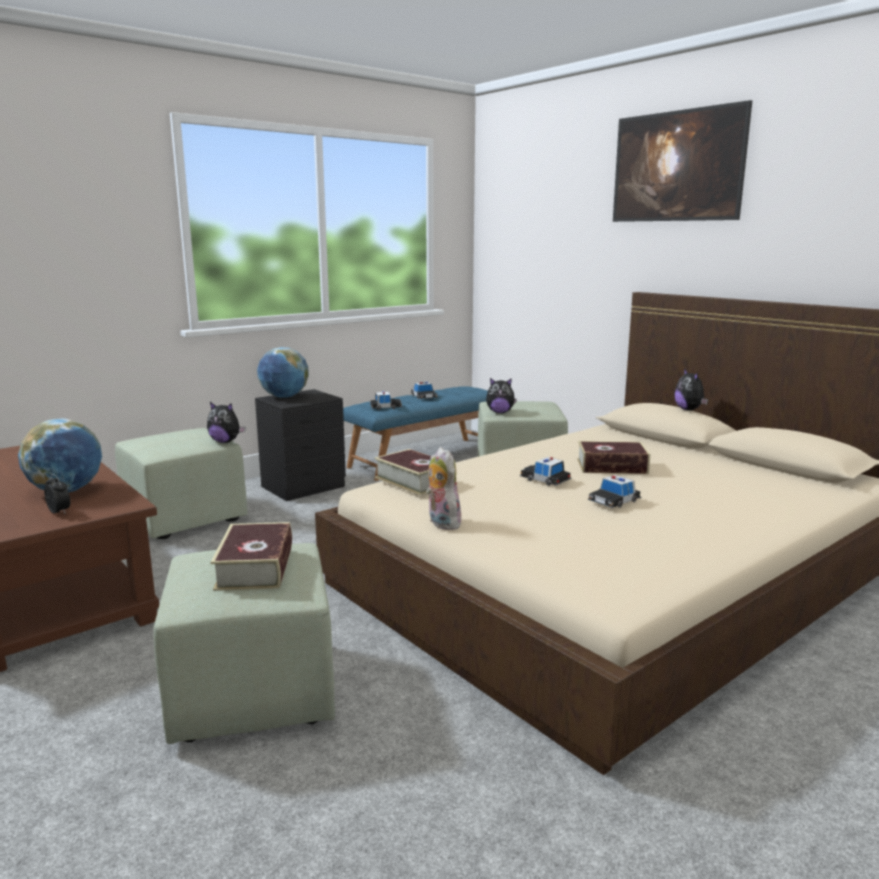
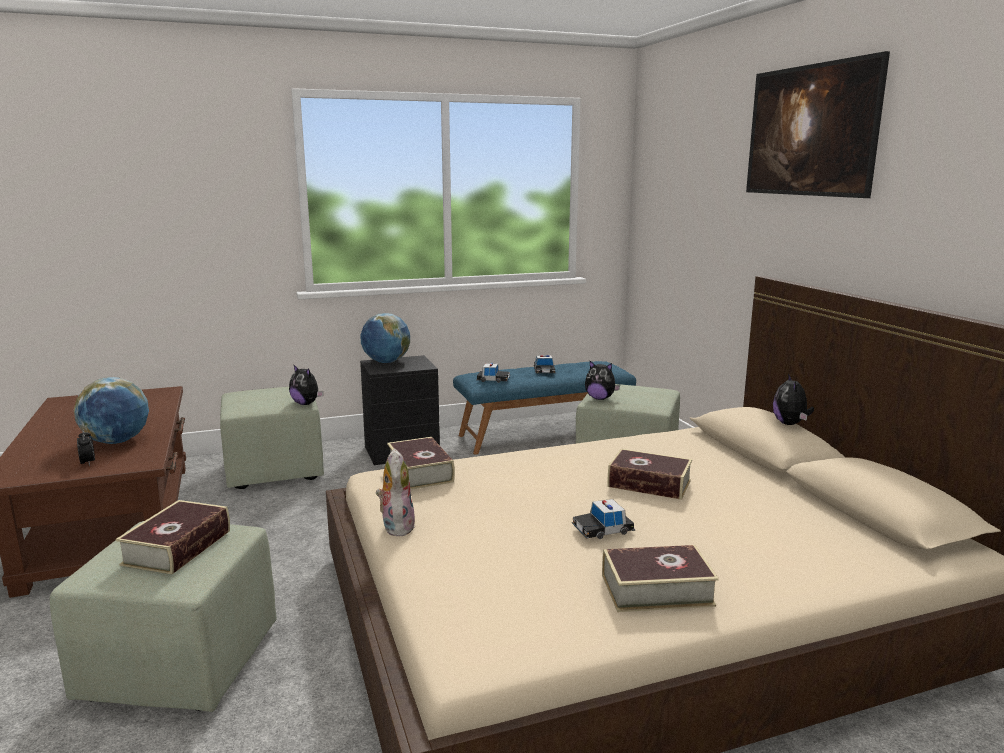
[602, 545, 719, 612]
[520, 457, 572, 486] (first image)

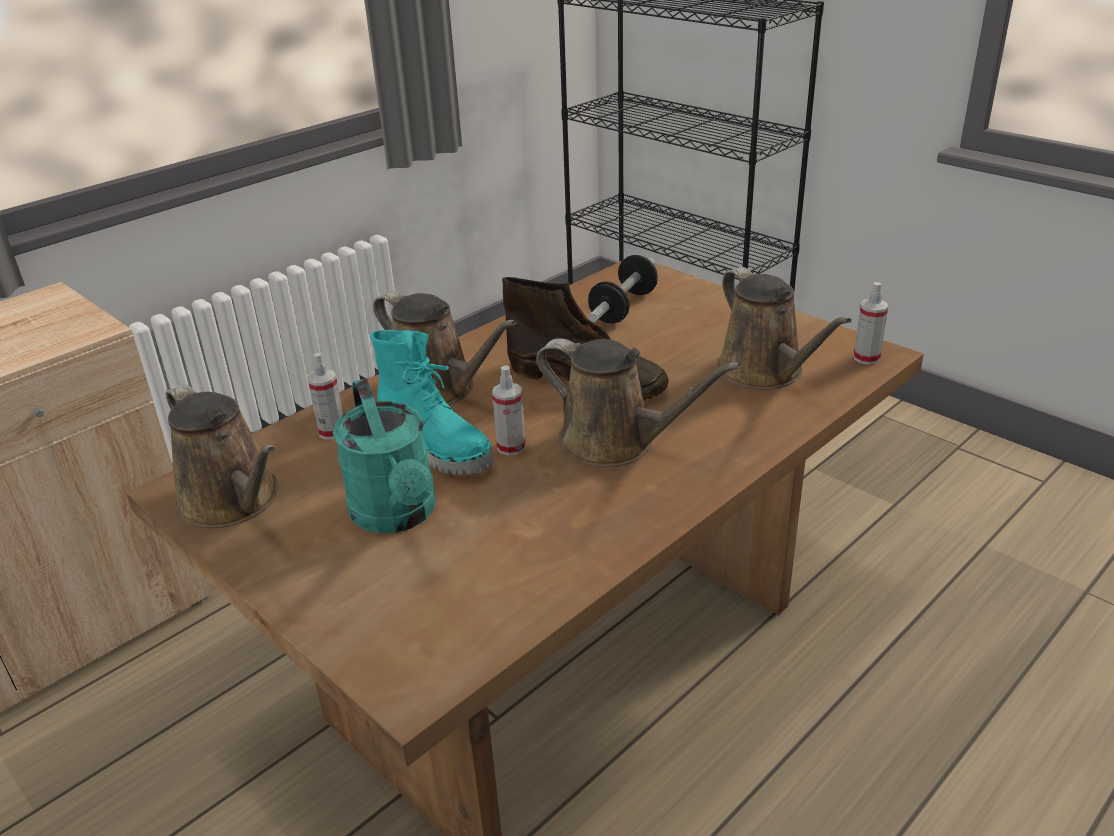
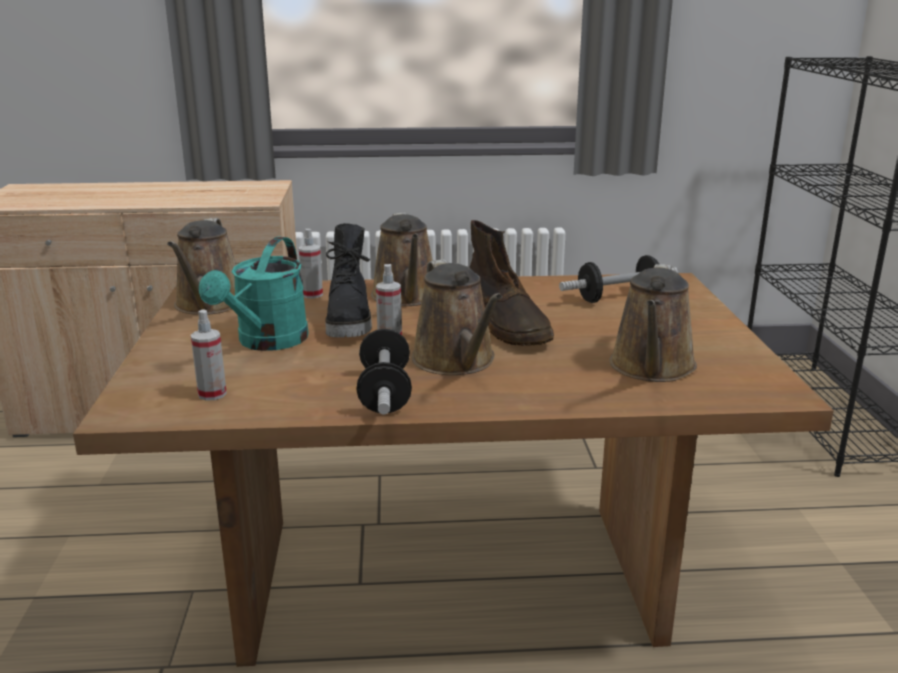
[191, 310, 227, 401]
[325, 223, 372, 337]
[356, 329, 412, 414]

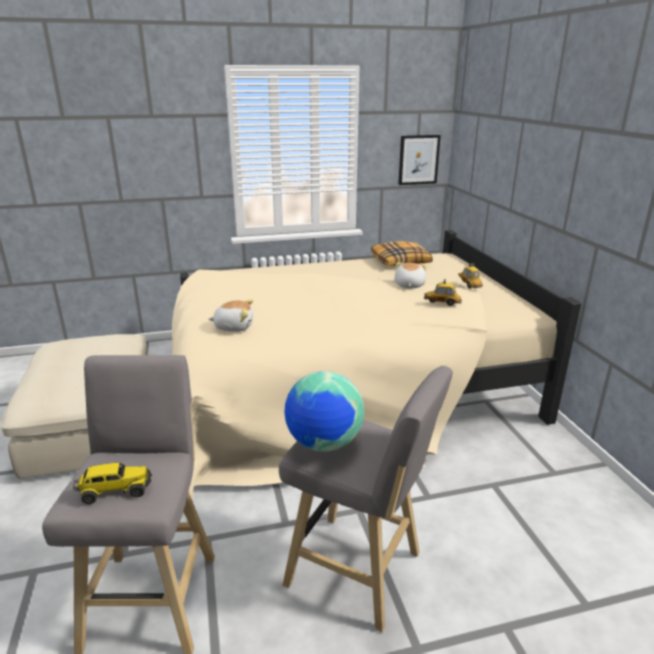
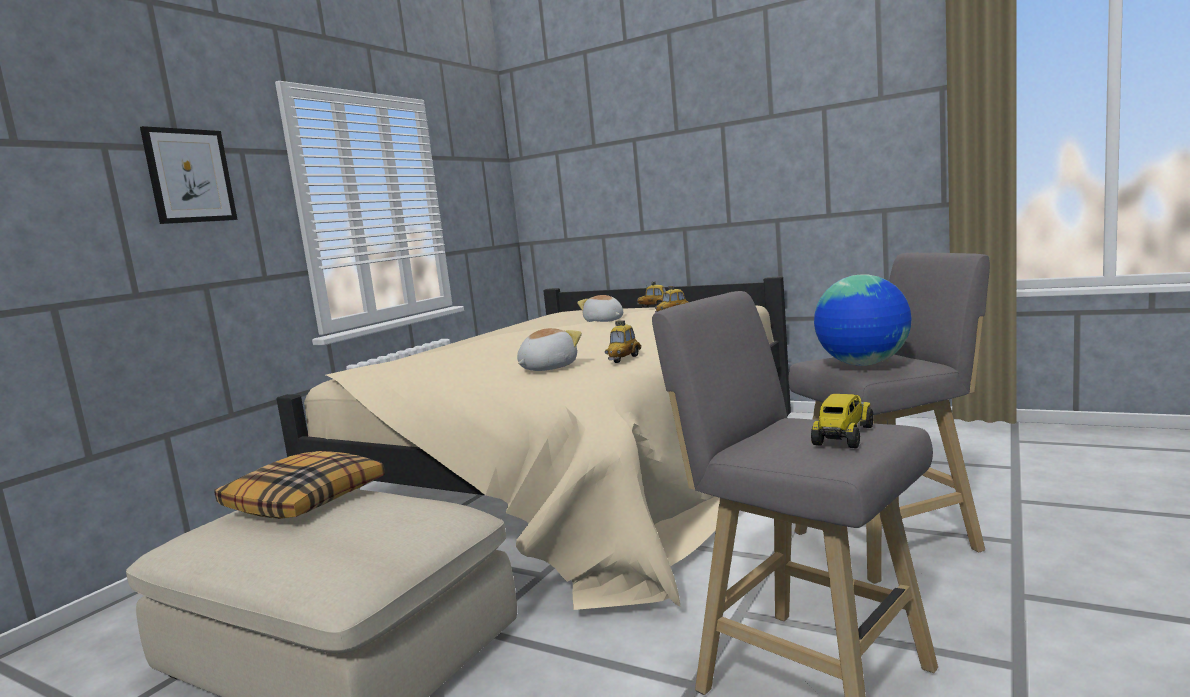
[140, 126, 238, 224]
[214, 451, 385, 519]
[605, 320, 641, 363]

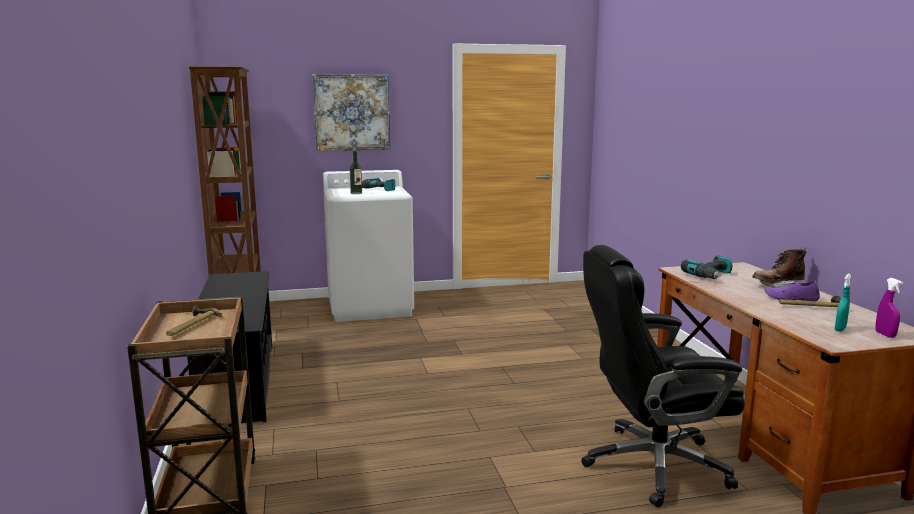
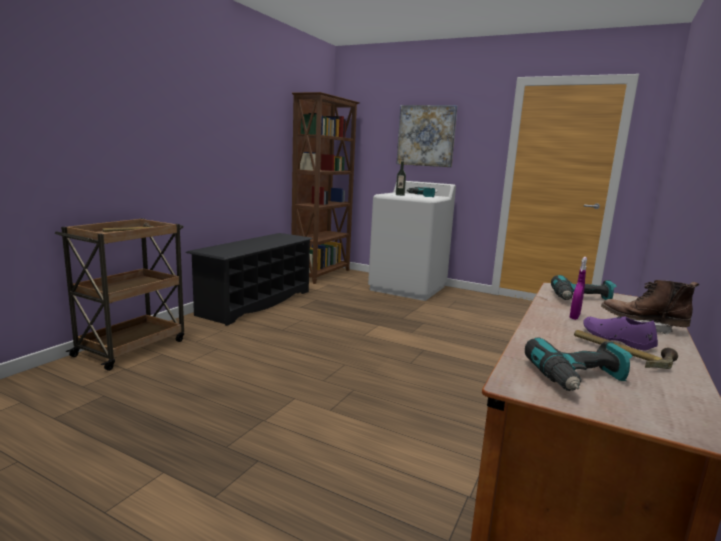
[525, 338, 633, 391]
[570, 257, 587, 320]
[581, 245, 745, 507] (first image)

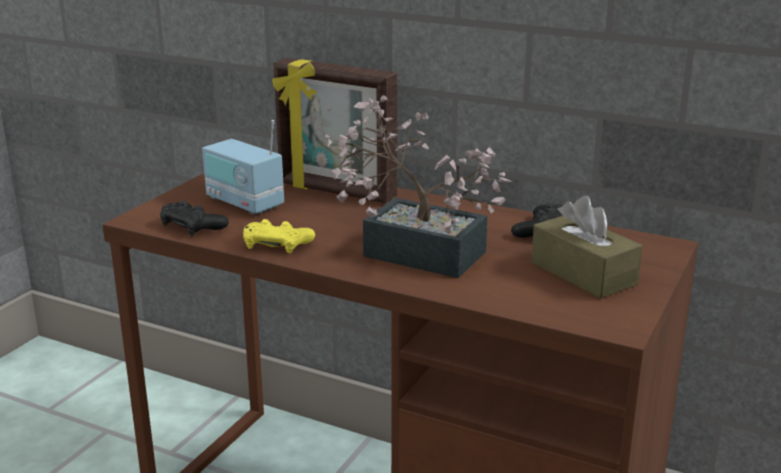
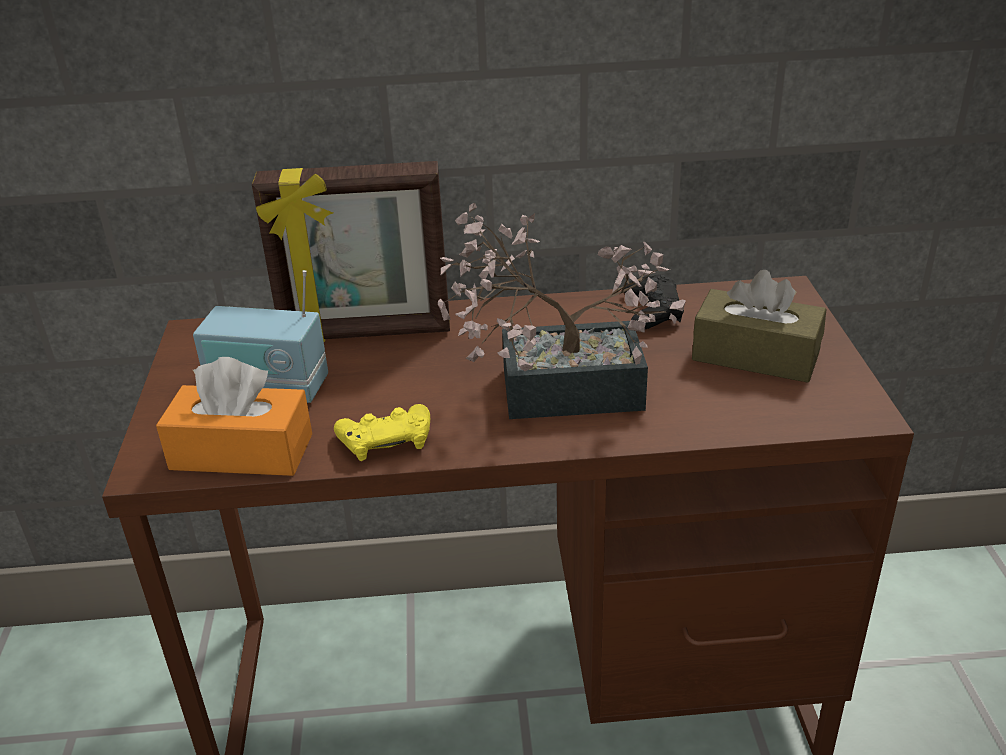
[156, 357, 312, 476]

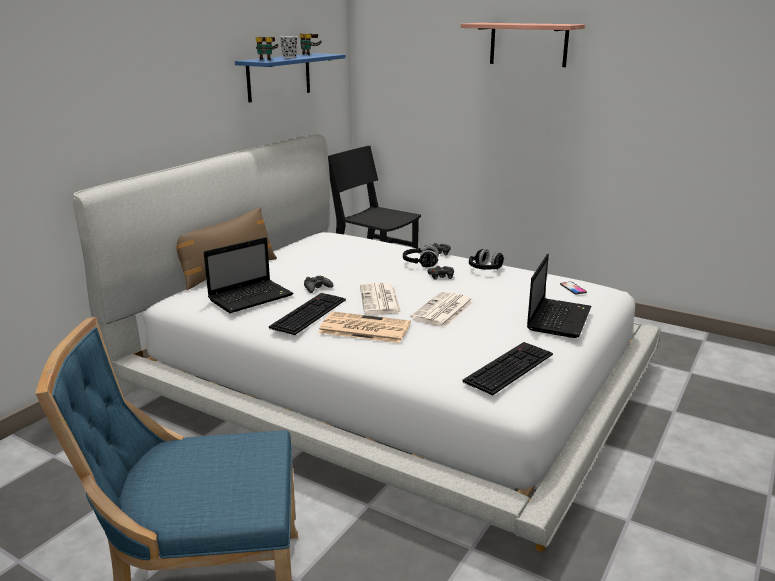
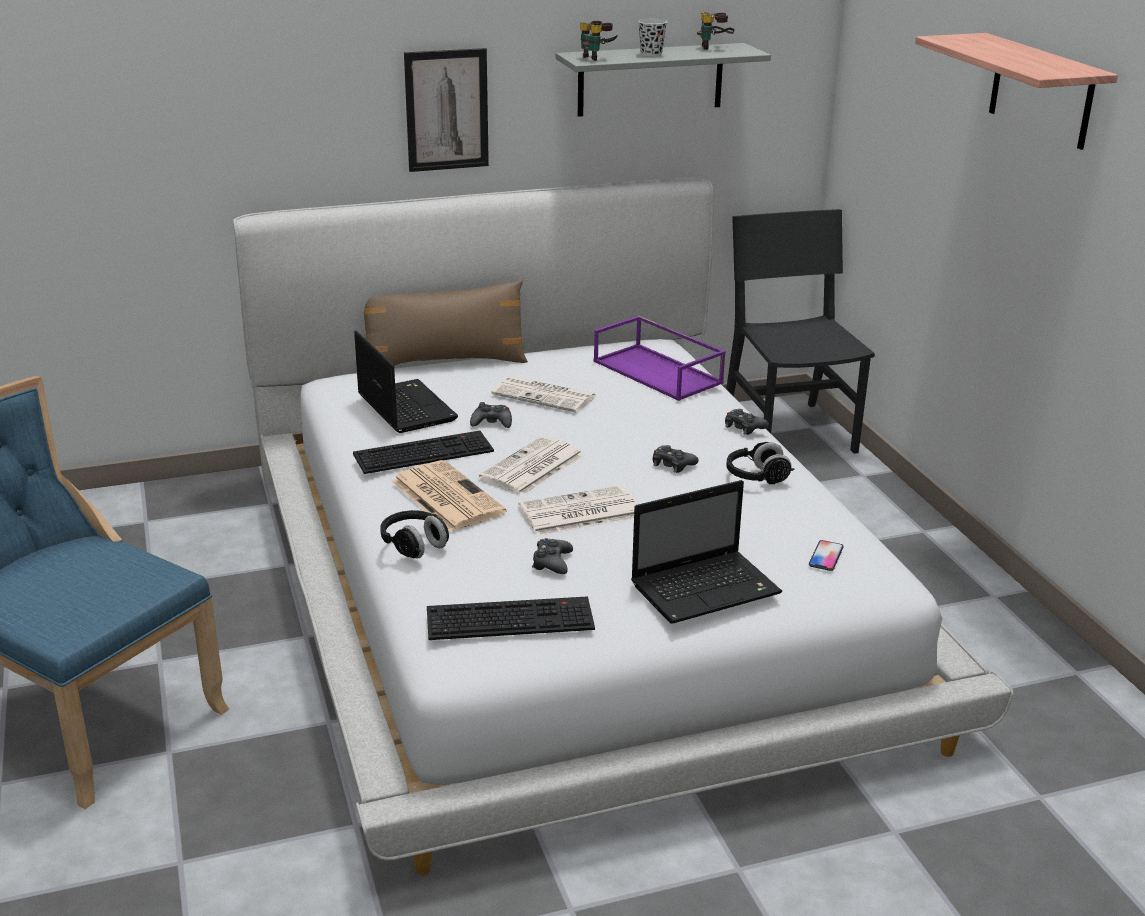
[354, 331, 458, 433]
[380, 510, 449, 559]
[404, 48, 489, 172]
[491, 376, 596, 413]
[532, 538, 573, 574]
[556, 43, 771, 117]
[593, 316, 726, 401]

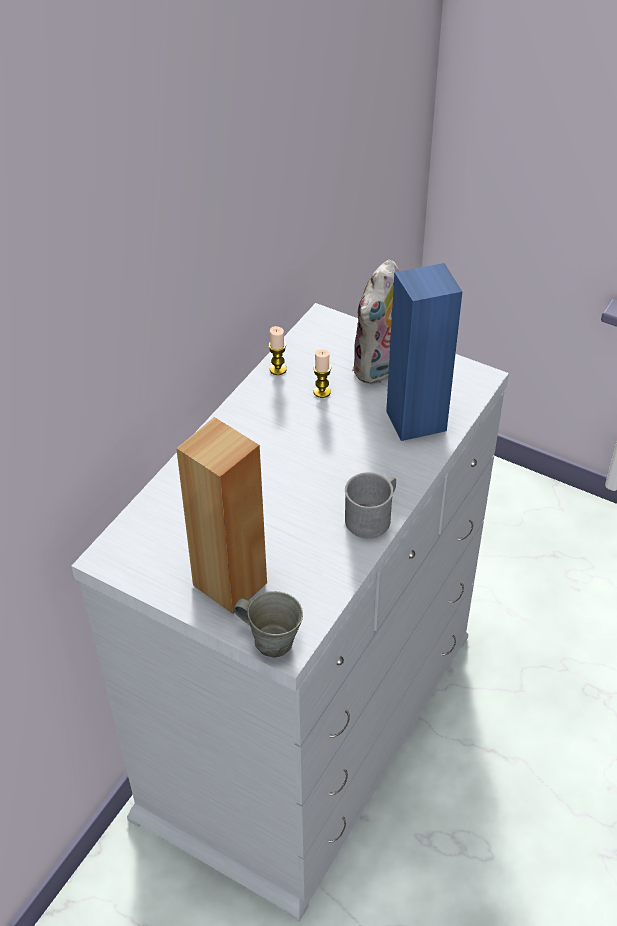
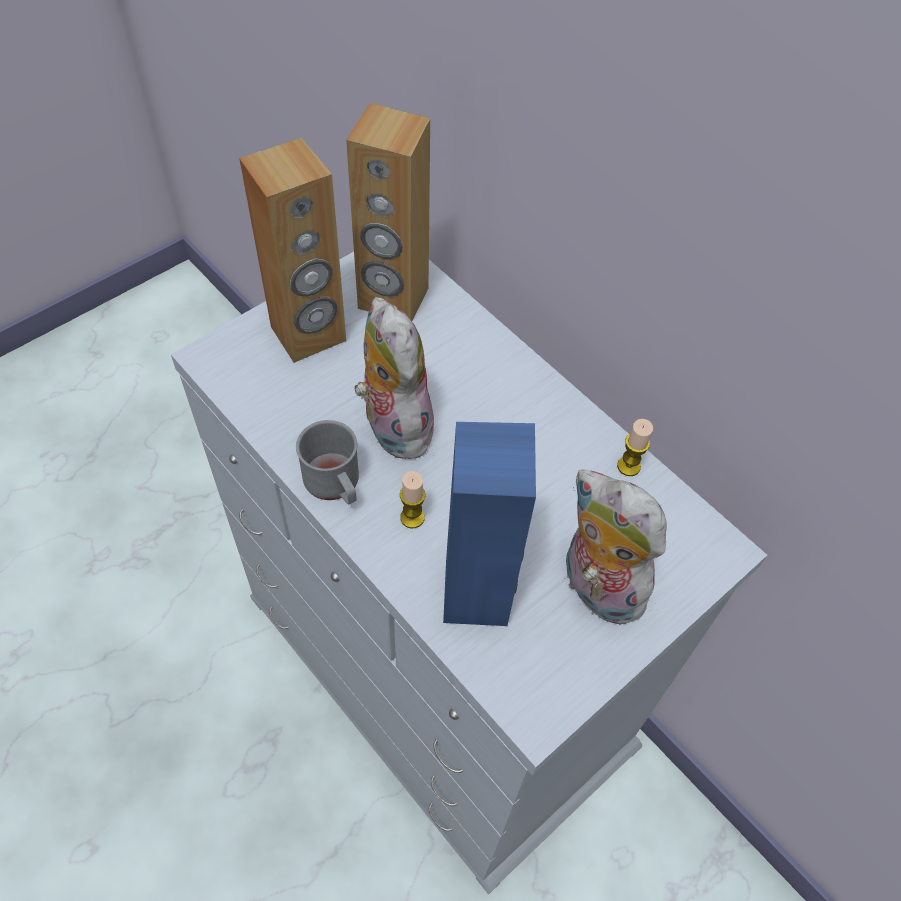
[346, 103, 430, 321]
[355, 297, 435, 459]
[400, 471, 426, 528]
[234, 591, 303, 658] (first image)

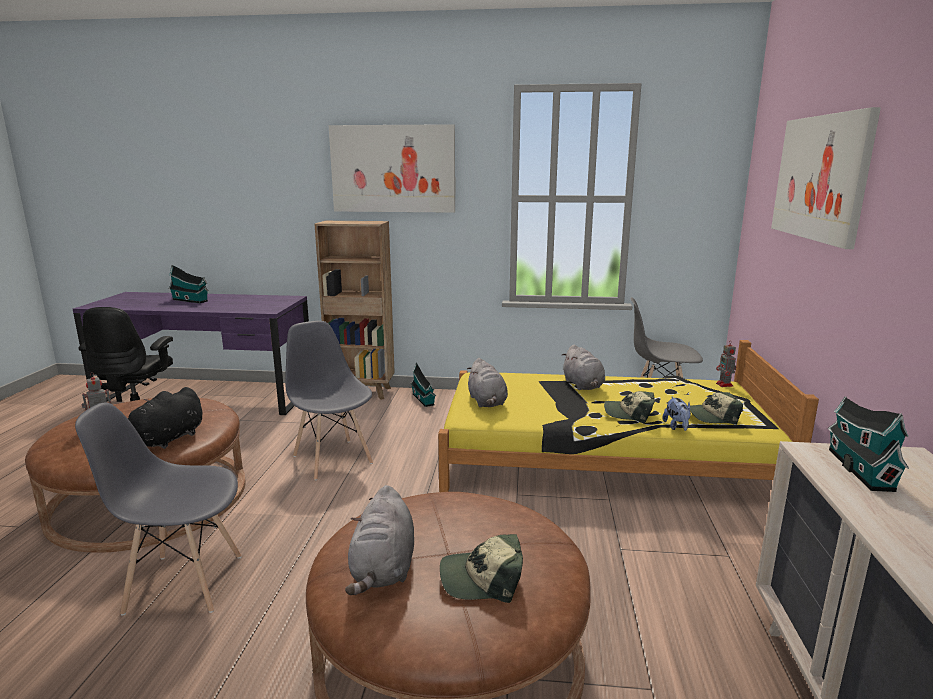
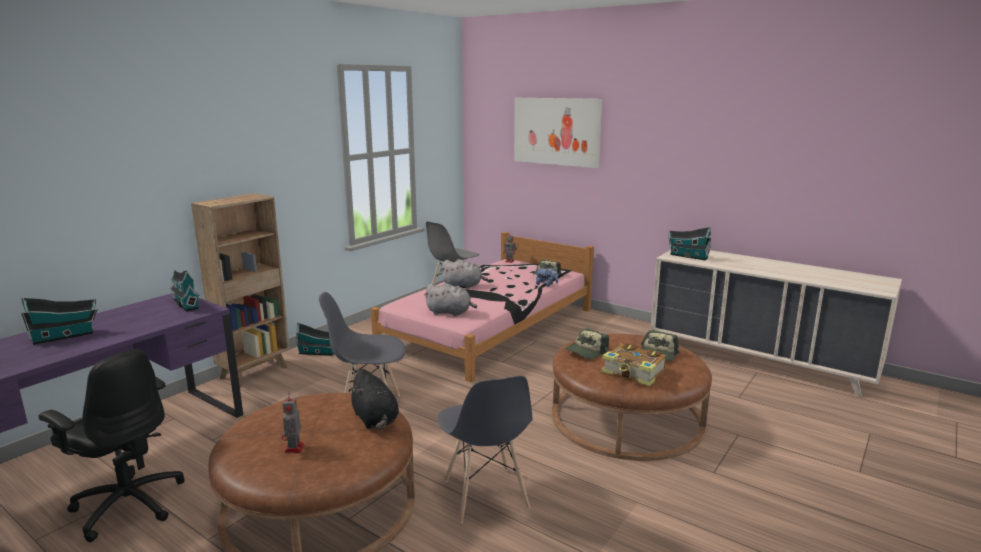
[170, 270, 200, 312]
[371, 232, 594, 382]
[438, 376, 533, 524]
[565, 328, 609, 359]
[602, 343, 666, 386]
[329, 124, 455, 213] (first image)

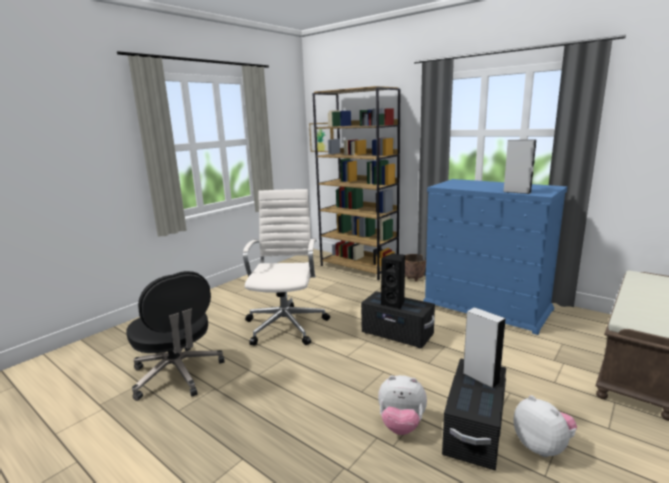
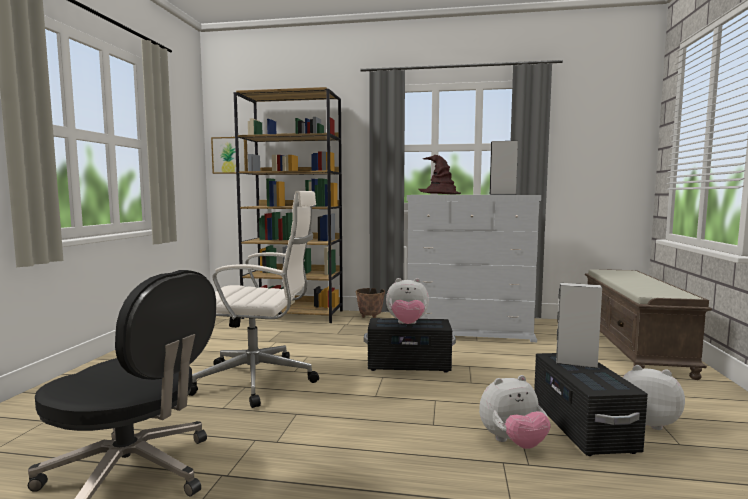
[189, 191, 319, 408]
[386, 278, 429, 324]
[407, 195, 541, 342]
[418, 155, 461, 195]

